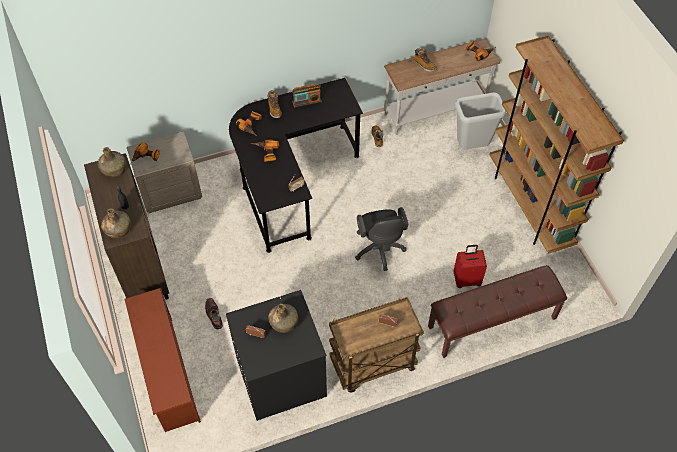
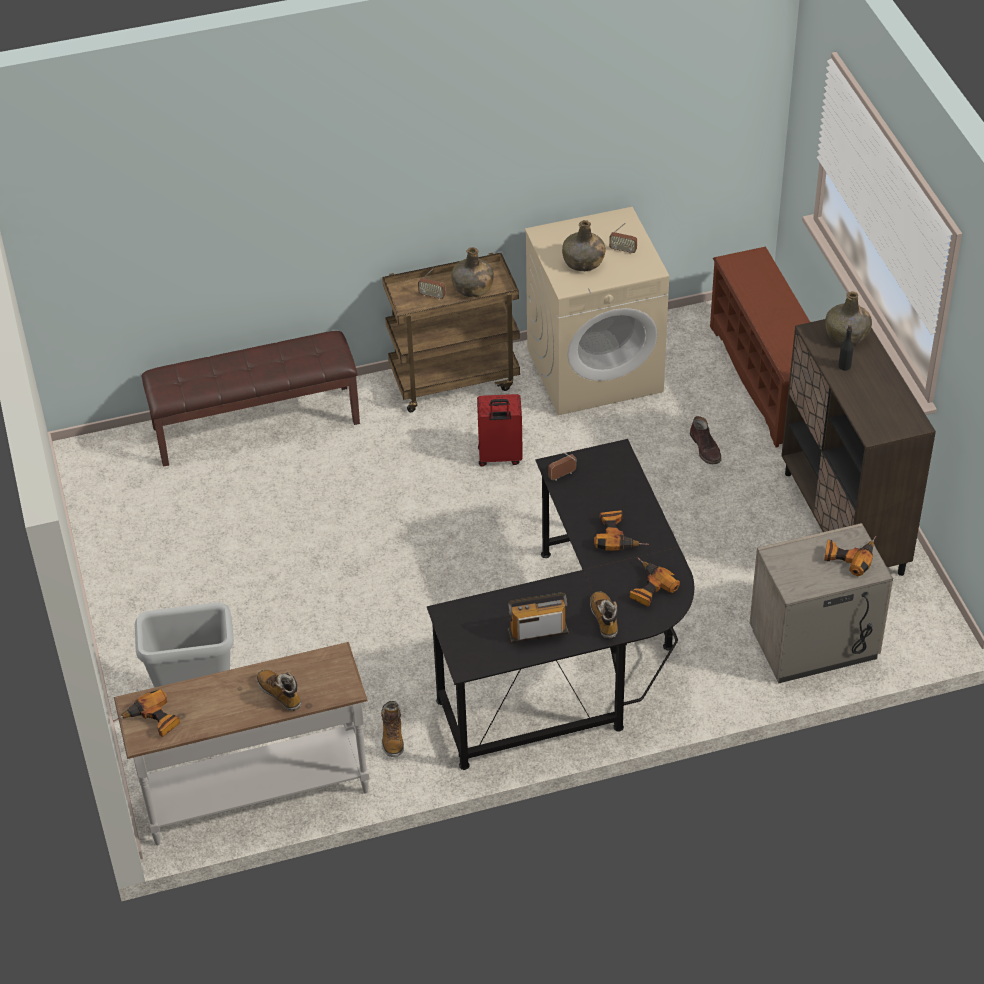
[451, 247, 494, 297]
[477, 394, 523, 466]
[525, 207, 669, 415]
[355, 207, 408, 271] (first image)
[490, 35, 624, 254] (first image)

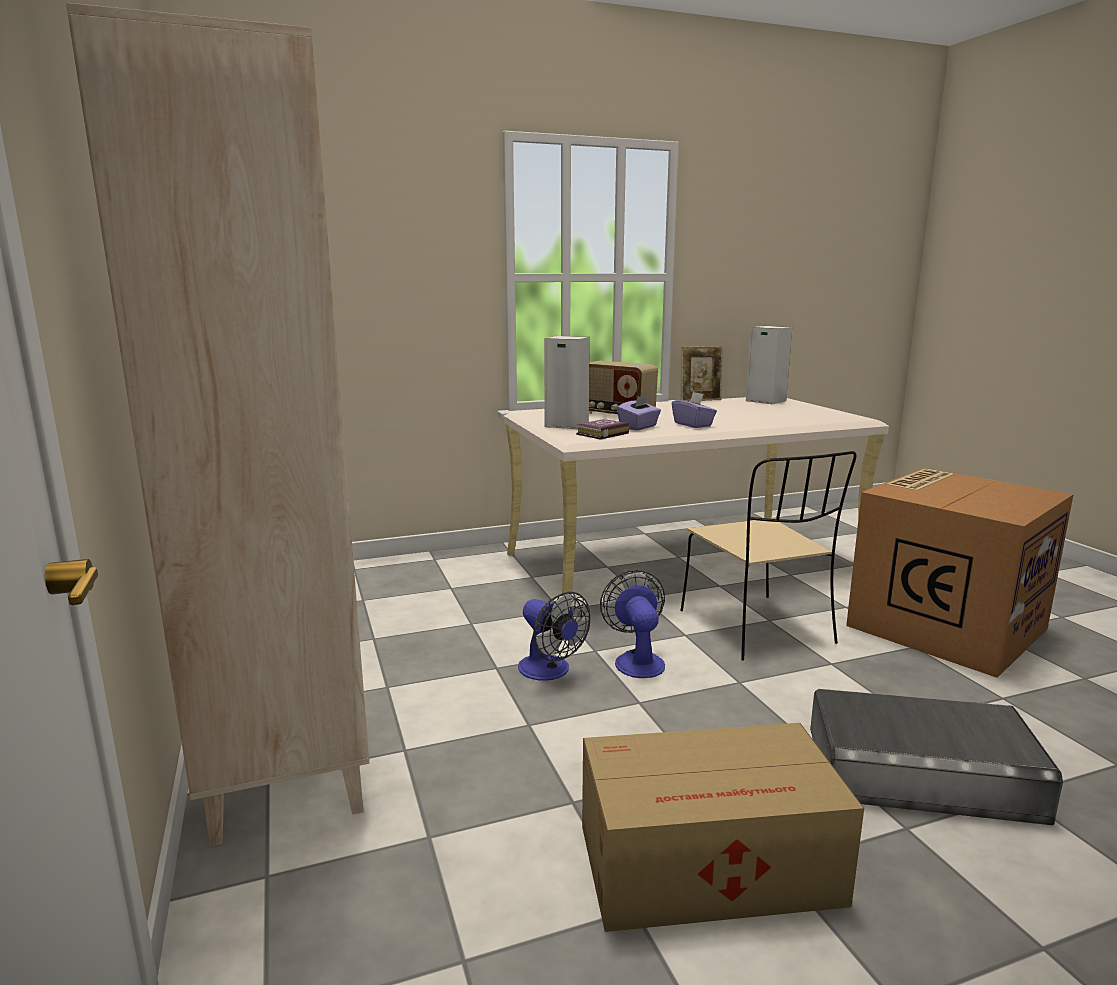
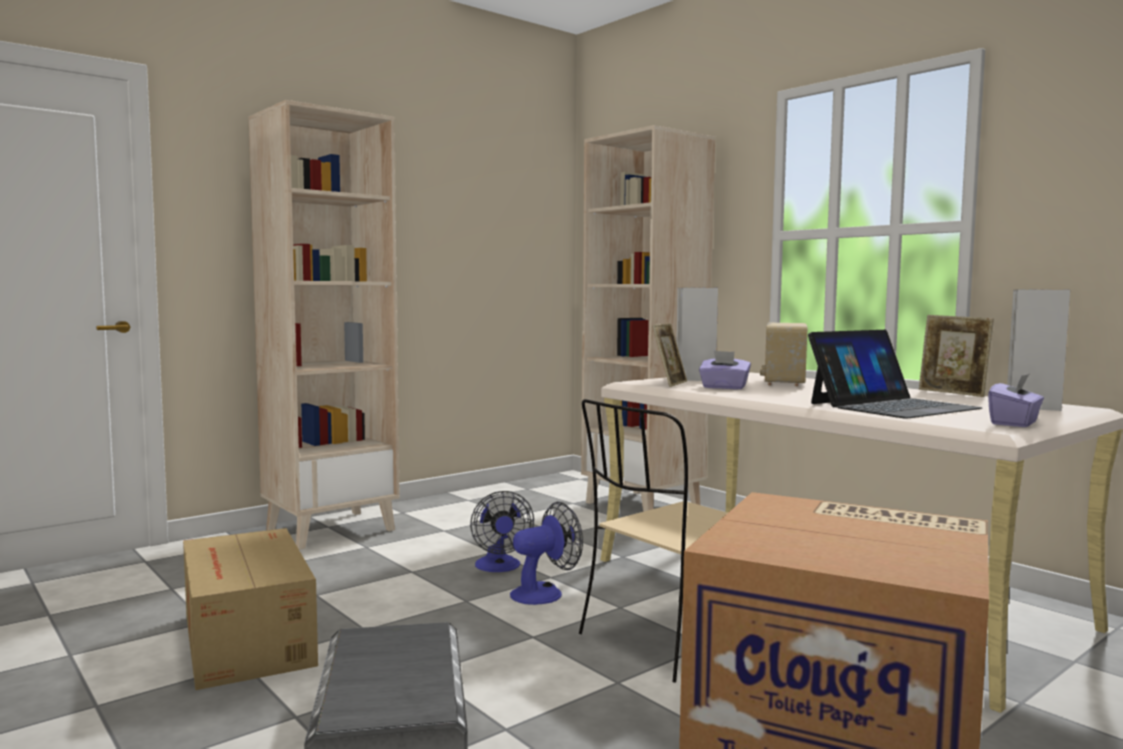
[470, 491, 534, 572]
[581, 125, 715, 512]
[652, 324, 687, 387]
[808, 330, 982, 419]
[988, 374, 1044, 427]

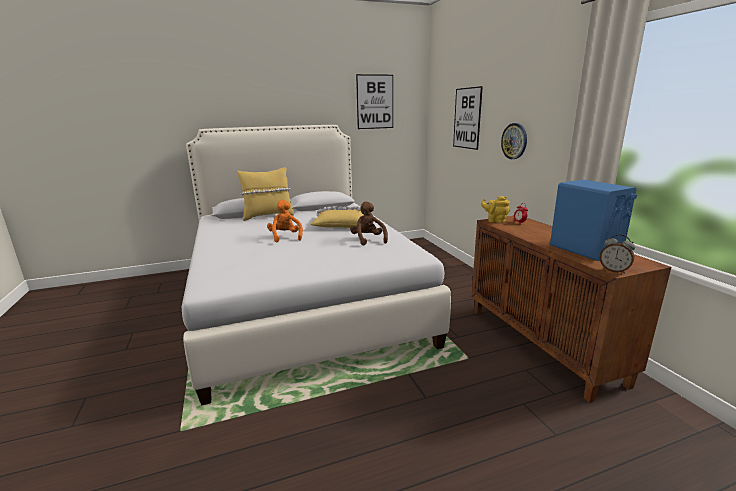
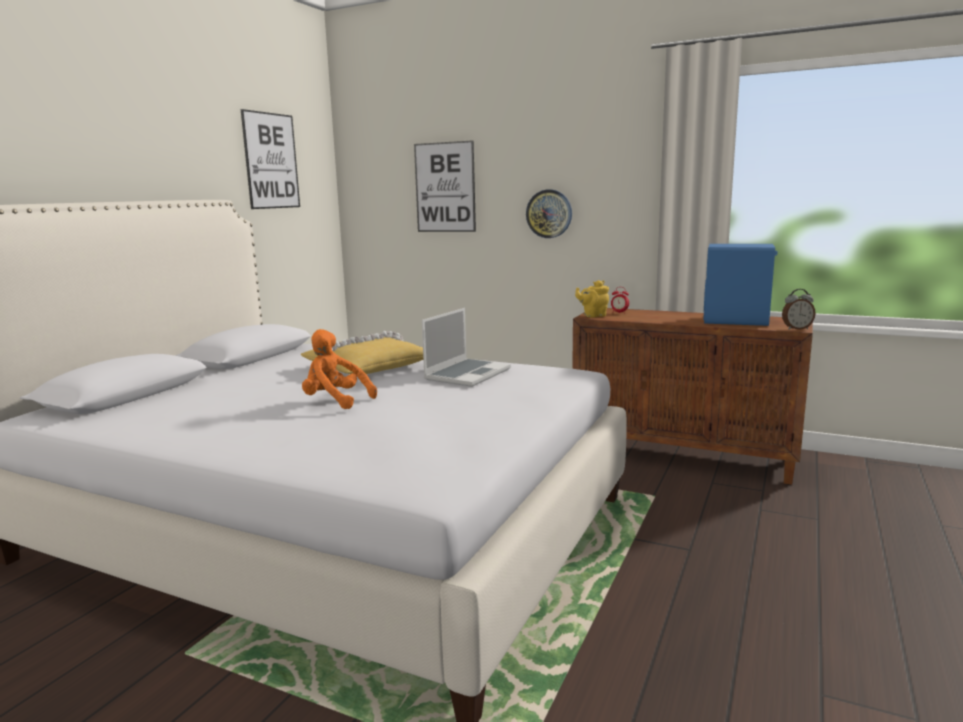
[422, 308, 511, 387]
[237, 167, 294, 221] (first image)

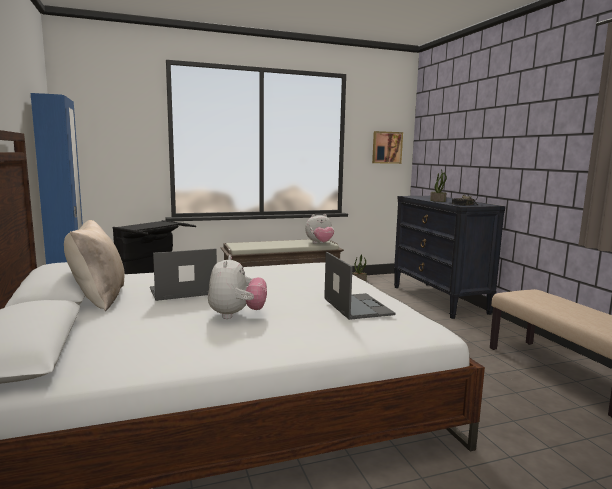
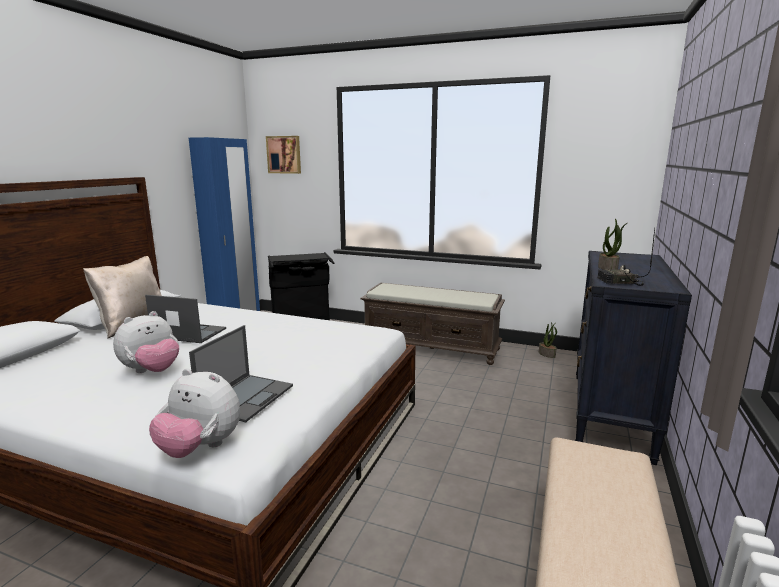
[149, 369, 240, 458]
[266, 136, 301, 174]

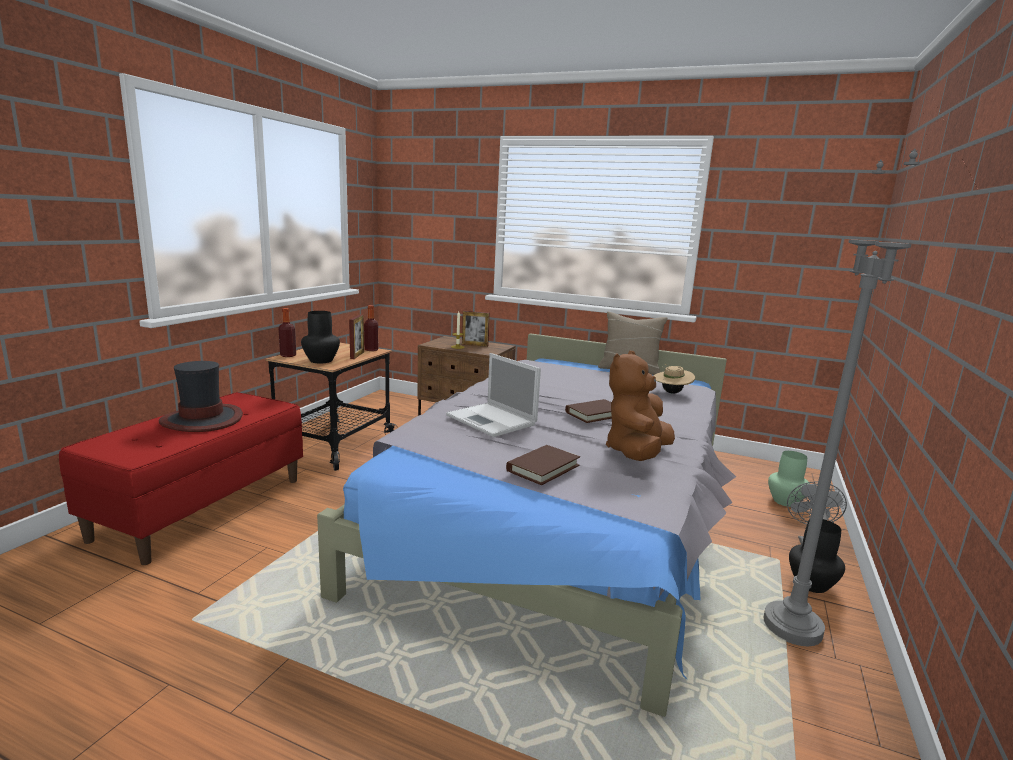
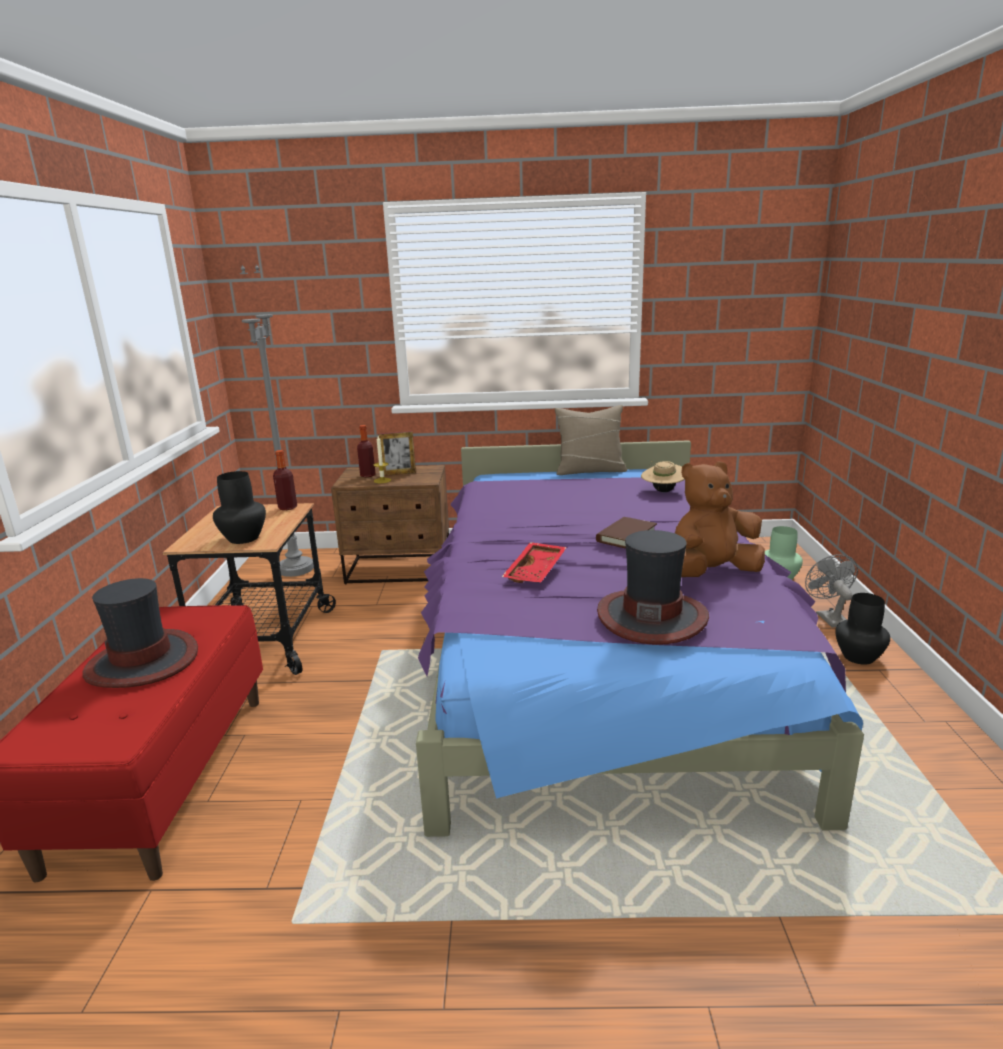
[240, 265, 314, 577]
[357, 425, 376, 477]
[416, 440, 864, 837]
[502, 542, 567, 583]
[597, 530, 709, 645]
[675, 461, 765, 577]
[349, 315, 364, 359] (first image)

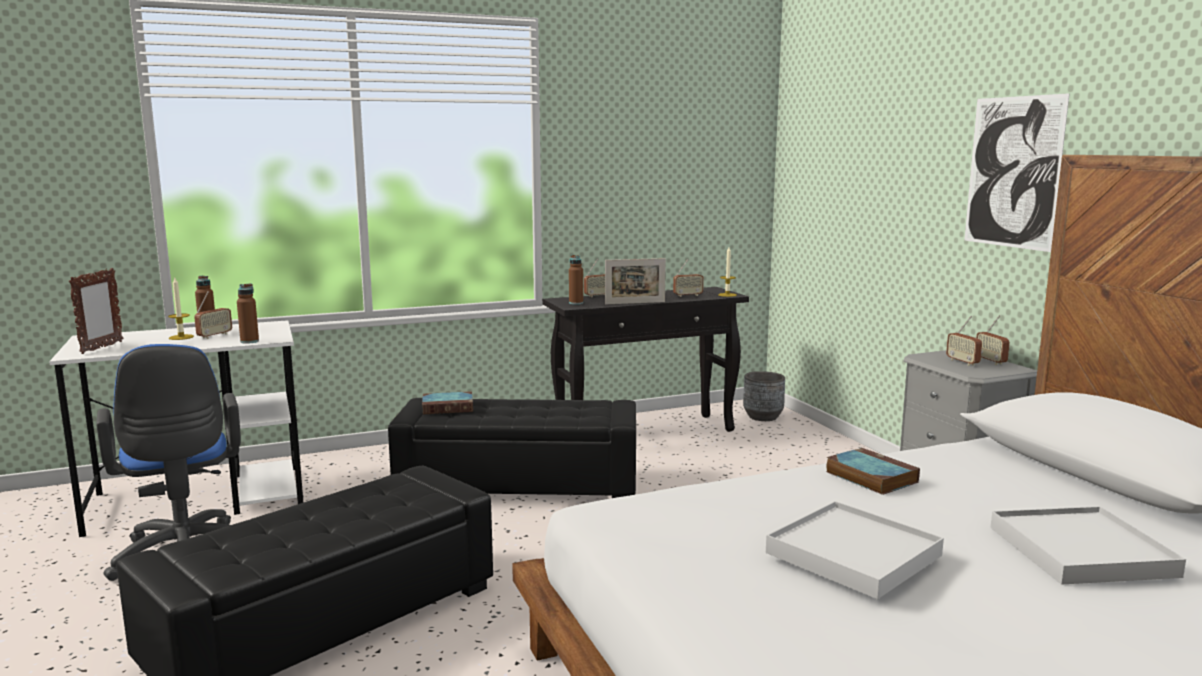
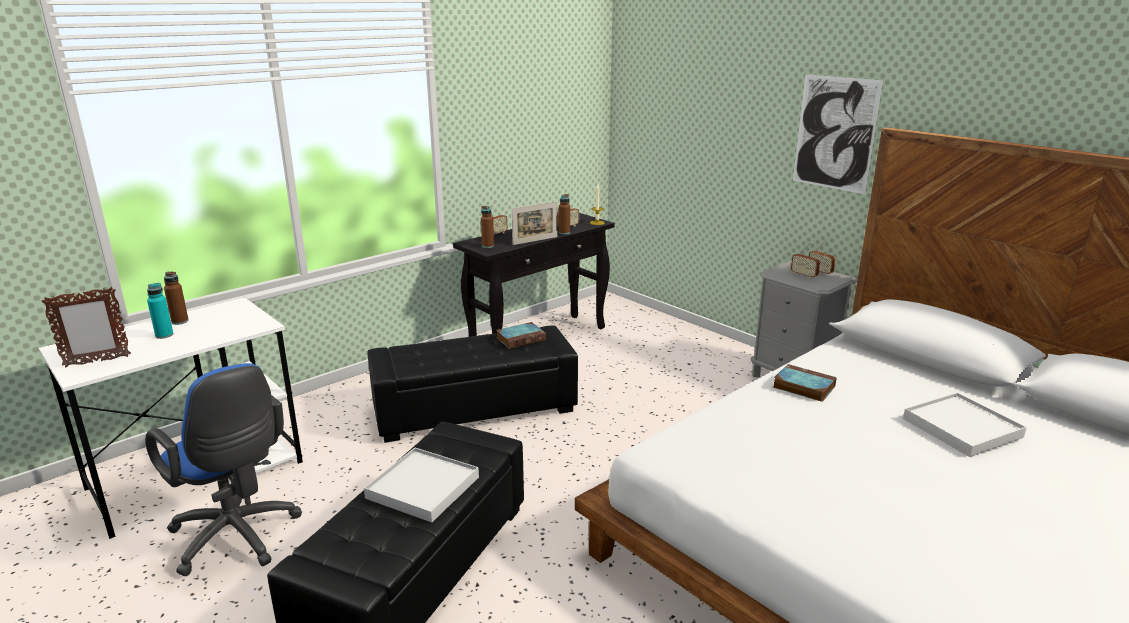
[41, 287, 131, 367]
[147, 283, 173, 339]
[364, 448, 479, 522]
[496, 322, 546, 349]
[559, 194, 570, 235]
[194, 291, 232, 339] (first image)
[743, 371, 785, 421] (first image)

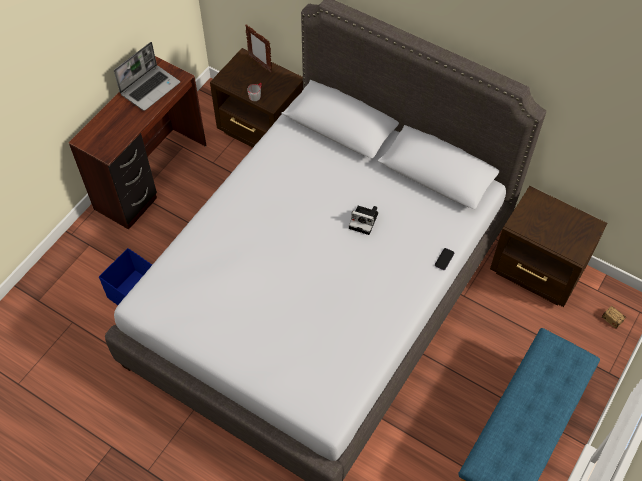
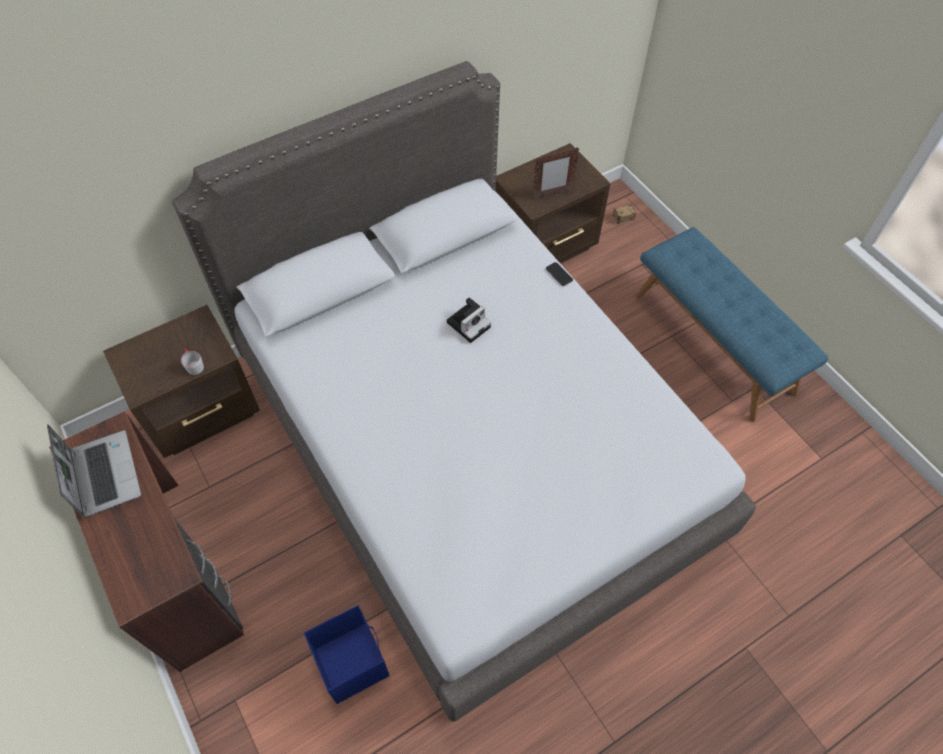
[533, 147, 579, 199]

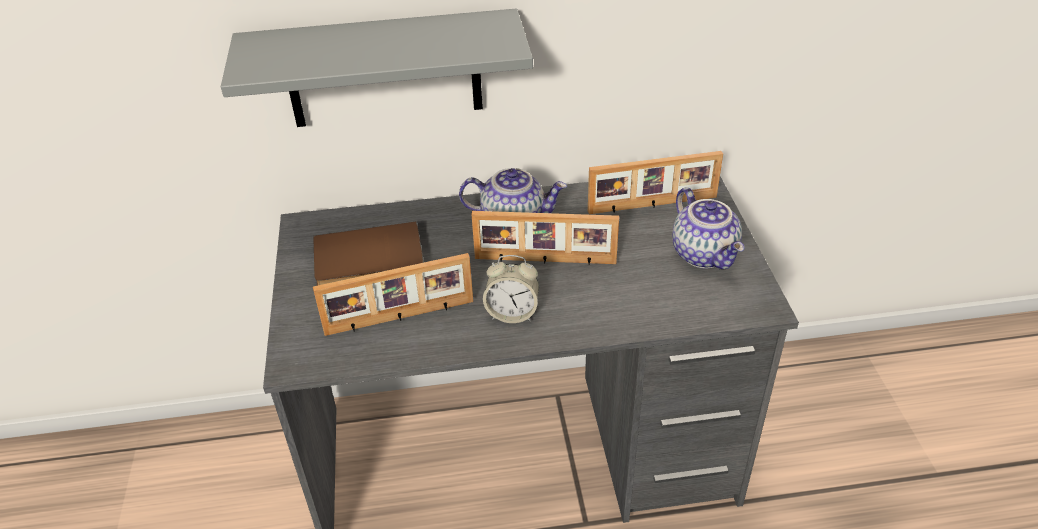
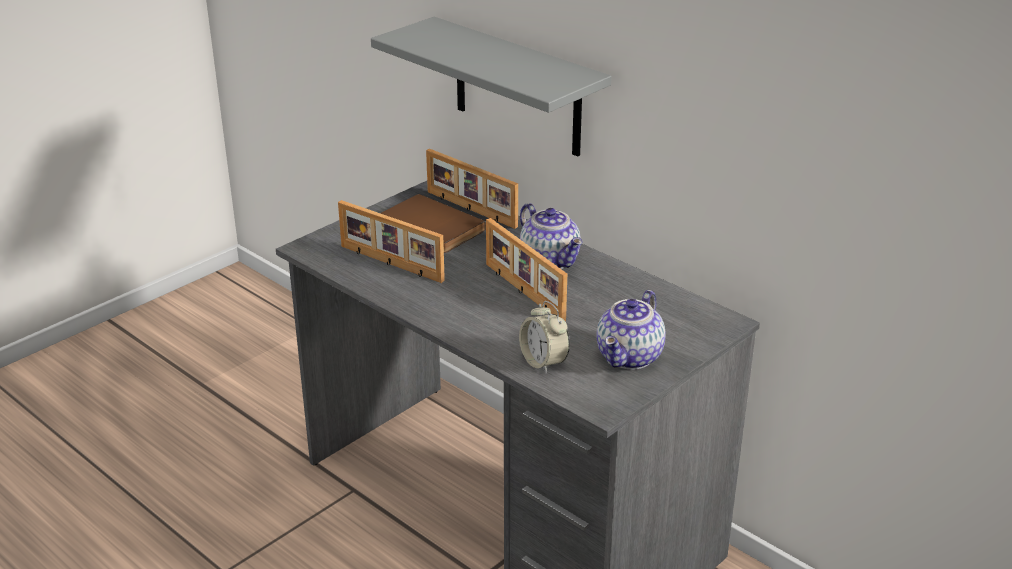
[426, 149, 518, 229]
[519, 301, 570, 374]

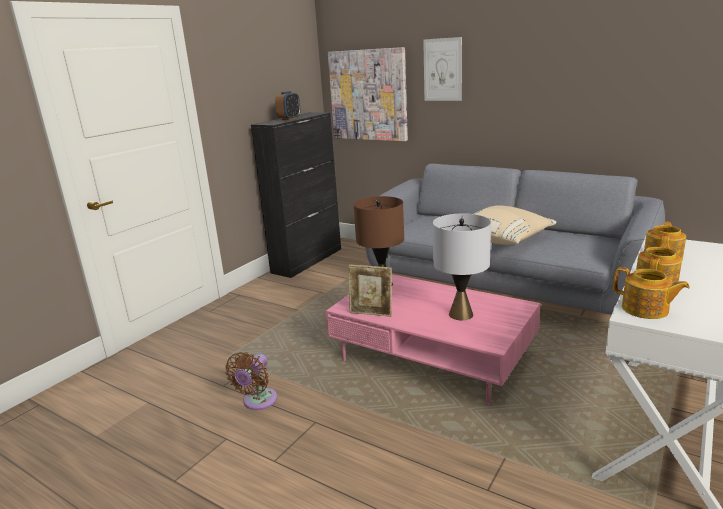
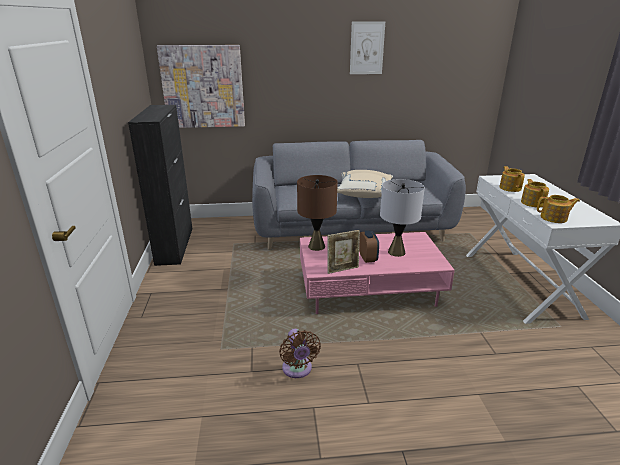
[350, 21, 385, 74]
[359, 231, 379, 263]

